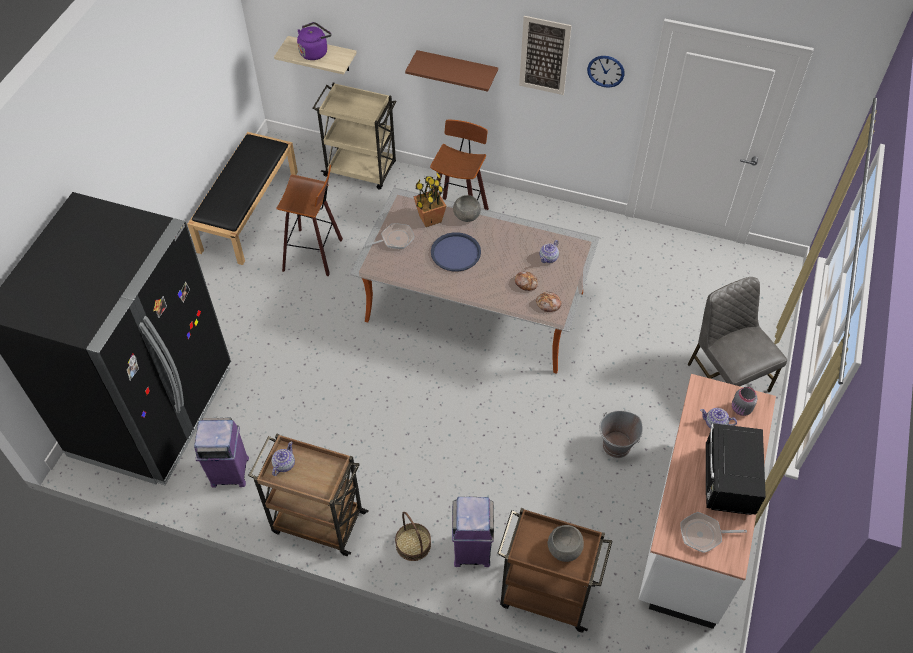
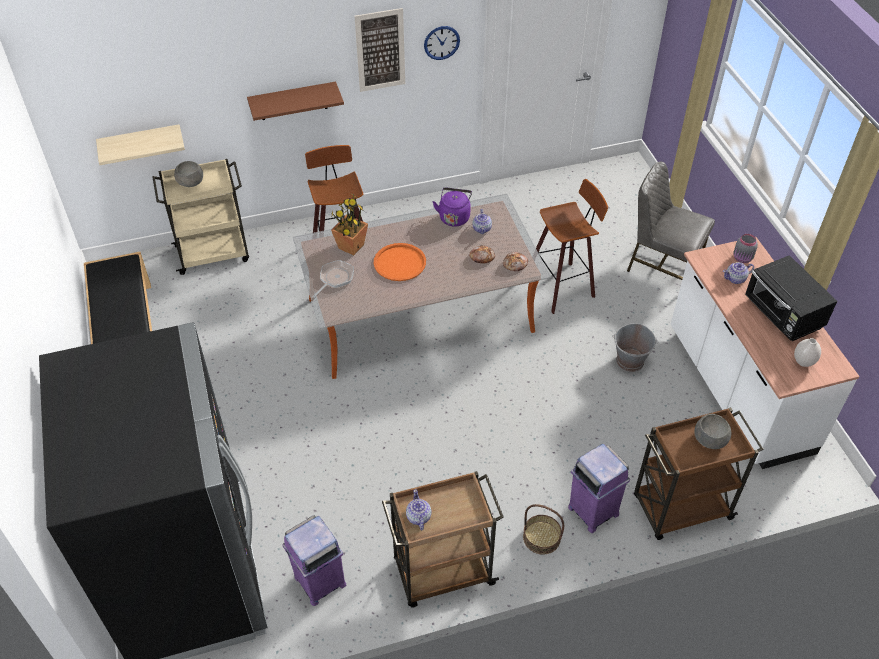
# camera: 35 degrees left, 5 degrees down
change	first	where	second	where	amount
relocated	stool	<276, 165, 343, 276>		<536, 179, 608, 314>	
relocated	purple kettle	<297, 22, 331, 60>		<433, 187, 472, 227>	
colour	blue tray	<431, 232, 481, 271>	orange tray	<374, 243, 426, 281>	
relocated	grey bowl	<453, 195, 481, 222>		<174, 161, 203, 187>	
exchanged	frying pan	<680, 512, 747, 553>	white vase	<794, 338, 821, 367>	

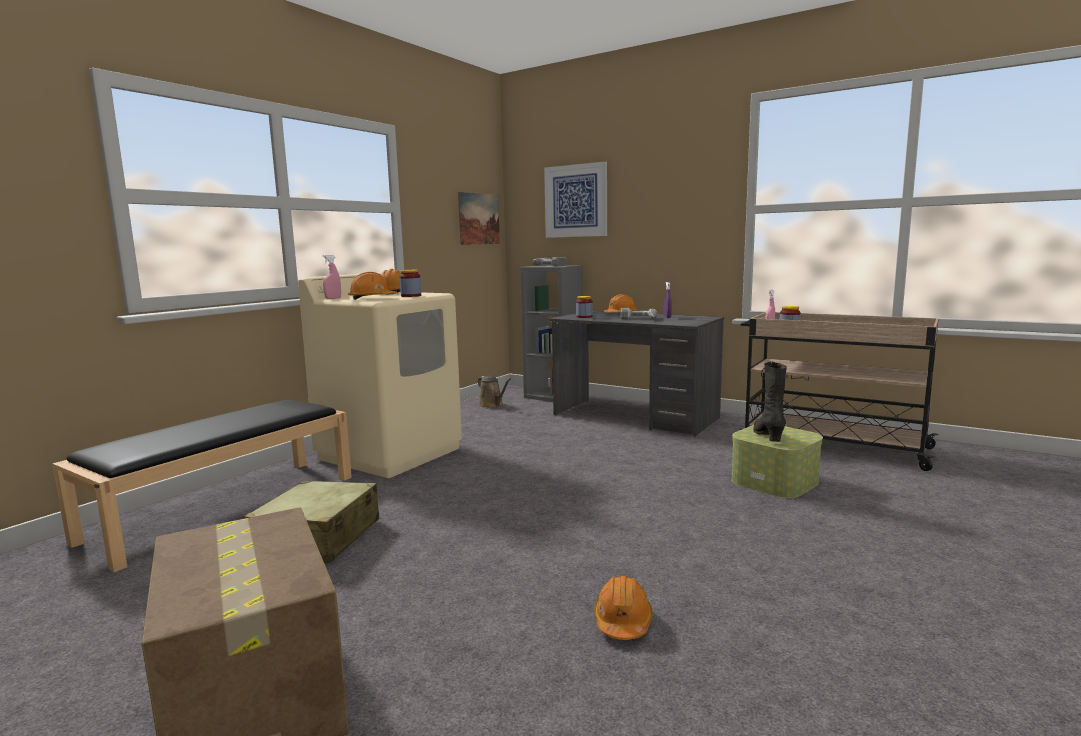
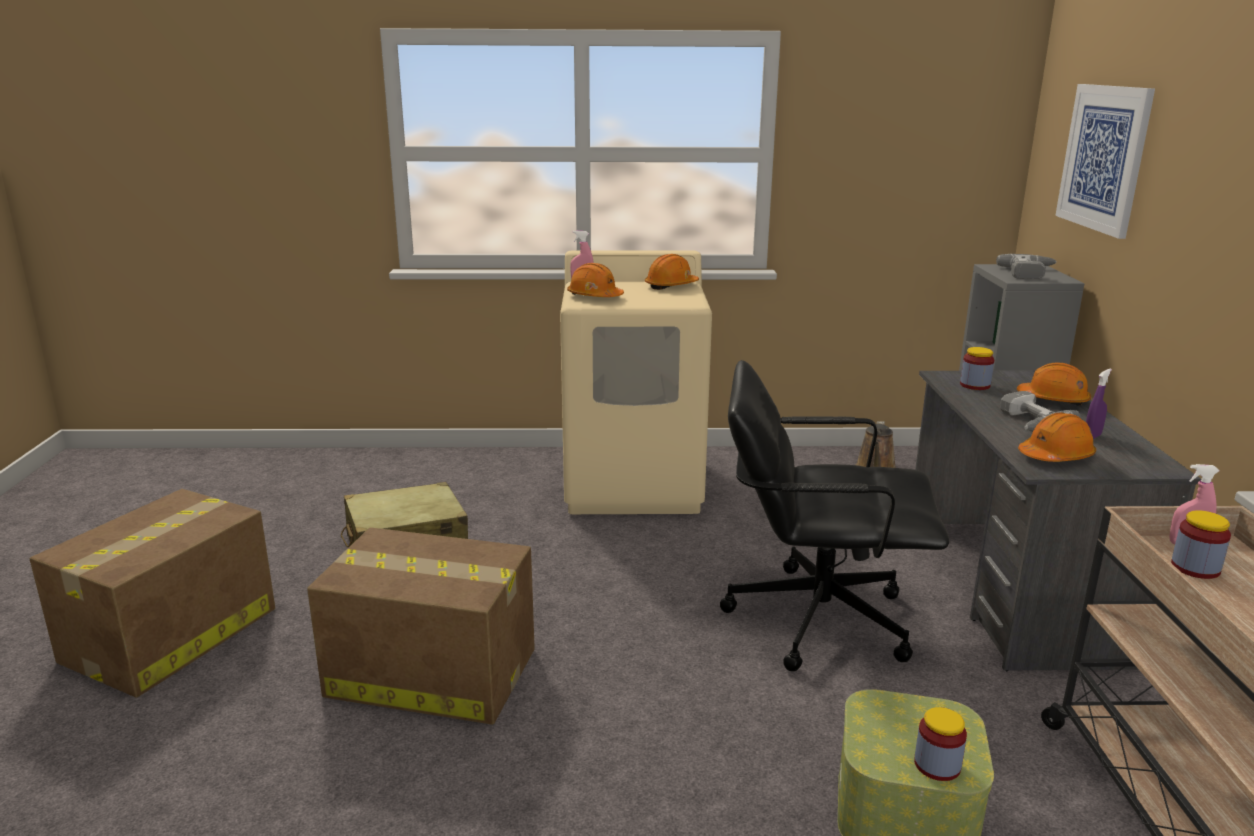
# camera: 55 degrees right, 10 degrees up
change	first	where	second	where	amount
missing	black bench	<52, 400, 352, 572>			
relocated	jar	<400, 270, 421, 297>		<914, 707, 967, 781>	
missing	picture	<458, 192, 500, 245>			
relocated	orange hard hat	<594, 575, 653, 640>		<1018, 413, 1096, 462>	
missing	black boot	<753, 361, 787, 442>			
appeared			cardboard box	<307, 527, 535, 725>	
appeared			black office chair	<720, 360, 949, 671>	

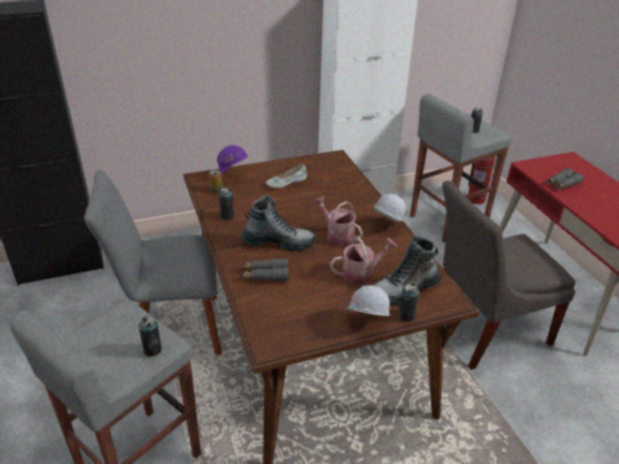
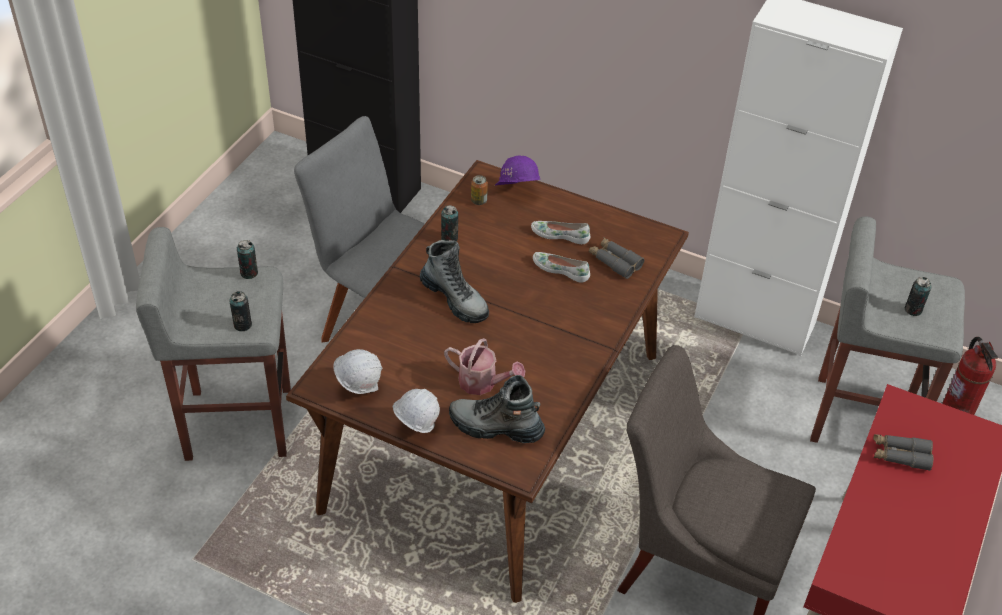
# camera: 45 degrees right, 10 degrees up
change	first	where	second	where	amount
relocated	grey binoculars	<243, 258, 288, 281>		<589, 237, 644, 279>	
missing	watering can	<314, 196, 363, 246>			
relocated	white hard hat	<373, 193, 406, 222>		<333, 349, 382, 394>	
relocated	can	<398, 284, 419, 322>		<237, 240, 258, 279>	
appeared			white shoe	<533, 252, 590, 283>	

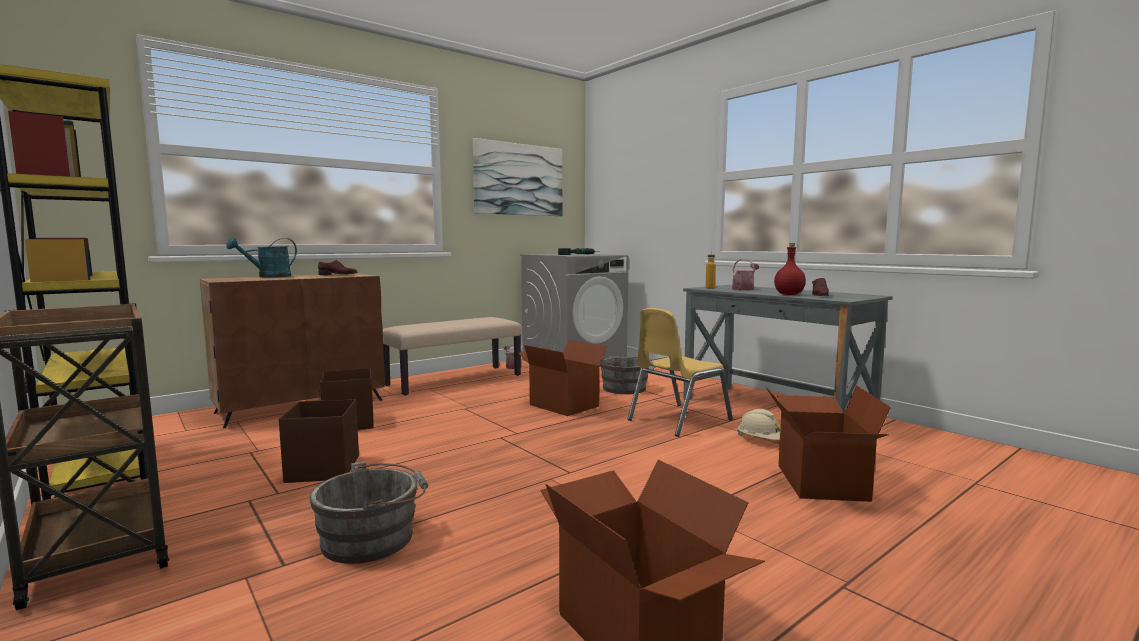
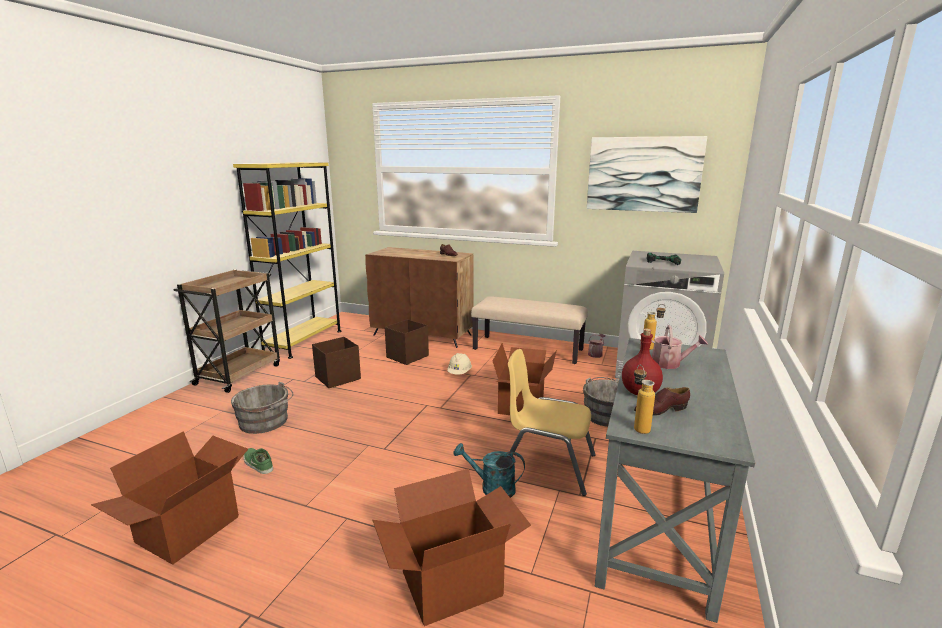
# camera: 60 degrees right, 10 degrees up
change	first	where	second	where	amount
relocated	turquoise watering can	<226, 237, 297, 277>		<453, 443, 525, 498>	
relocated	beige hard hat	<737, 409, 780, 440>		<447, 353, 472, 375>	
appeared			green shoe	<243, 448, 273, 474>	
appeared			bottle	<634, 365, 655, 434>	

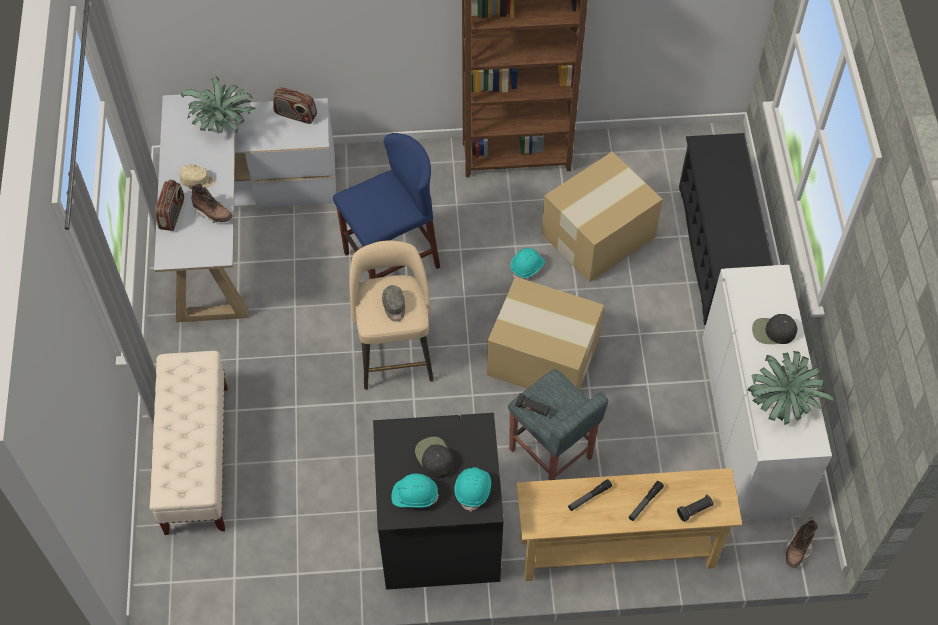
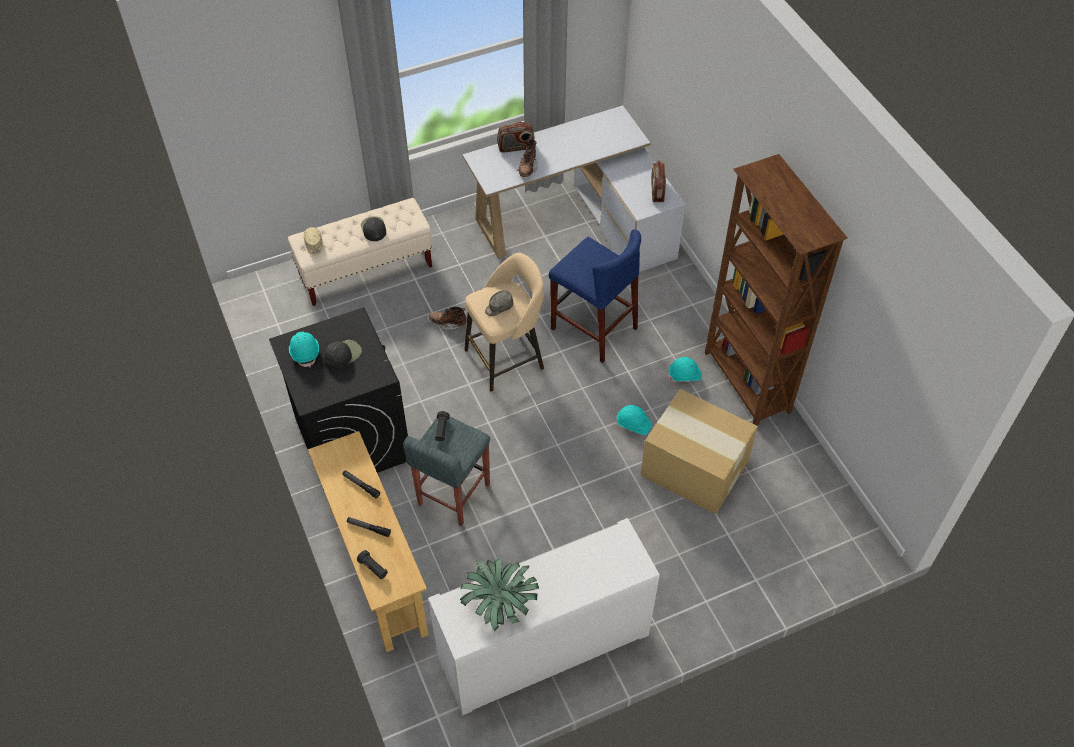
# camera: 70 degrees right, 5 degrees down
change	first	where	second	where	amount
missing	potted plant	<180, 77, 255, 133>			
relocated	beige cap	<180, 164, 215, 188>		<304, 227, 323, 256>	
relocated	turquoise hard hat	<455, 467, 491, 512>		<668, 357, 702, 382>	
missing	cardboard box	<487, 277, 604, 390>			
missing	black shoe rack	<679, 133, 773, 325>			
relocated	black cap	<752, 314, 798, 344>		<361, 216, 386, 241>	
relocated	brown boot	<784, 517, 818, 568>		<429, 307, 467, 330>	

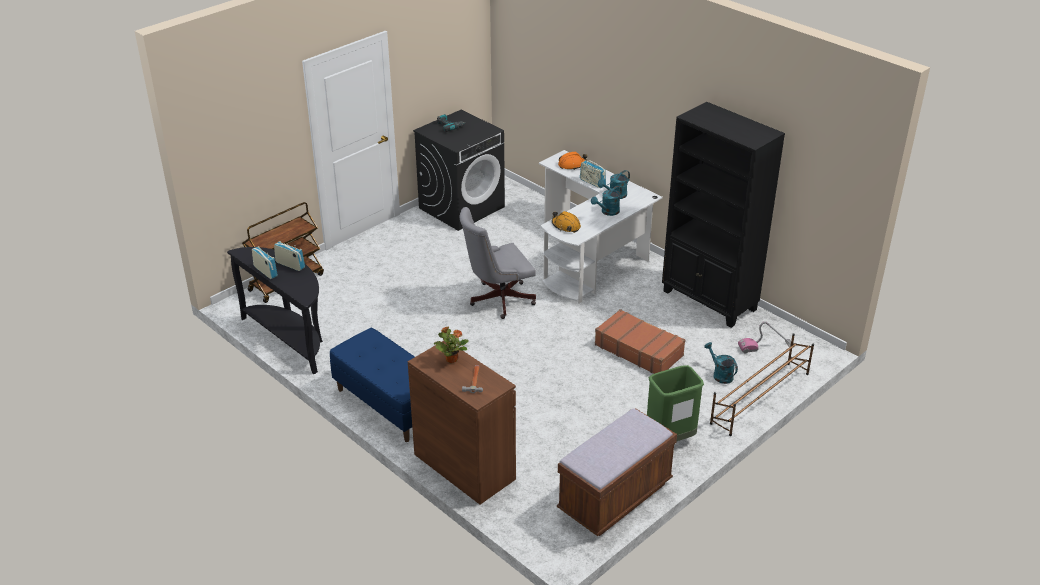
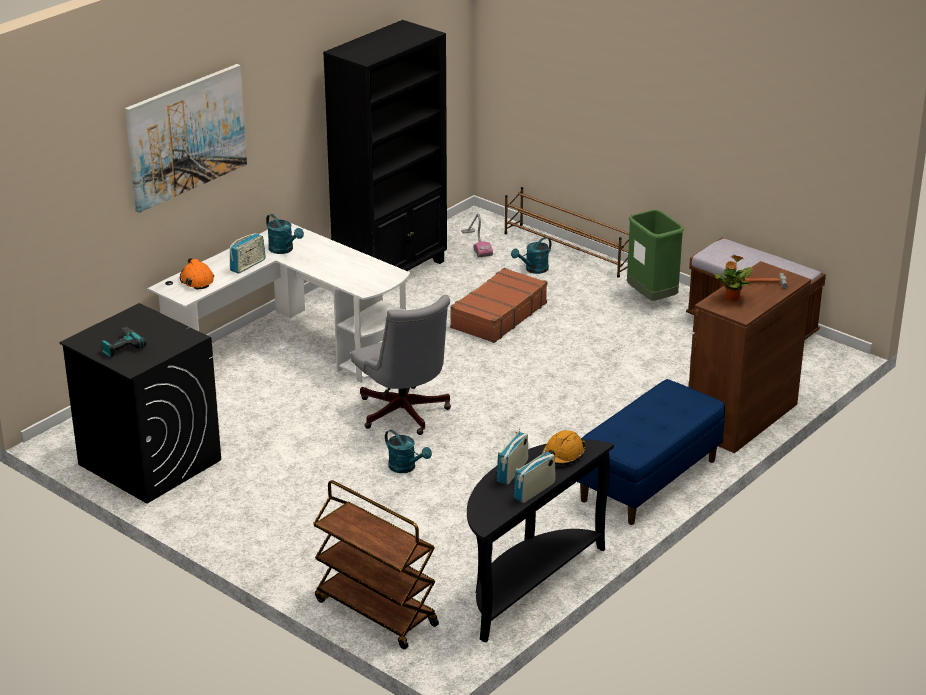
# camera: 95 degrees left, 5 degrees down
change	first	where	second	where	amount
relocated	orange hard hat	<552, 211, 581, 233>		<541, 430, 586, 465>	
relocated	turquoise watering can	<591, 186, 622, 216>		<385, 430, 432, 473>	
appeared			picture	<125, 64, 247, 213>	

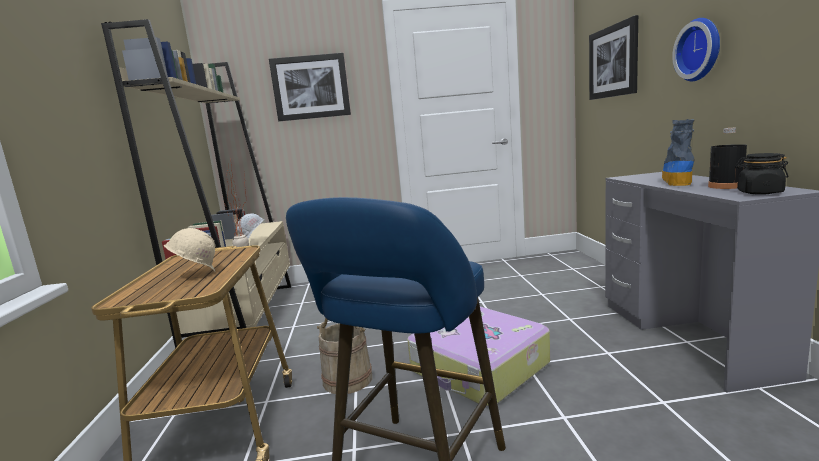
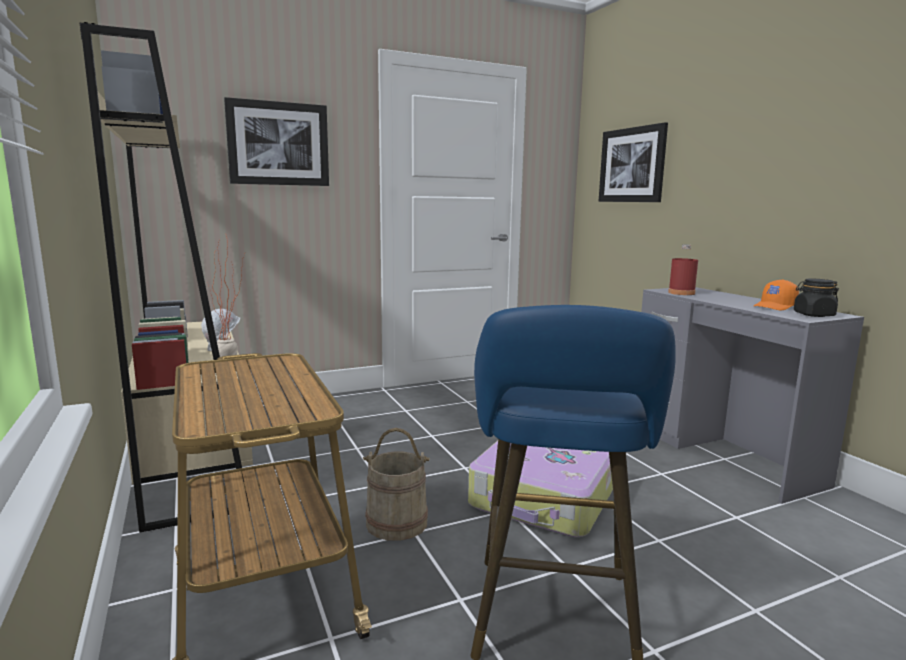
# camera: 20 degrees left, 0 degrees up
change	first	where	second	where	amount
missing	beige hard hat	<164, 228, 215, 271>			
missing	boot	<662, 119, 695, 186>			
missing	wall clock	<672, 18, 720, 82>			
exchanged	black bottle	<708, 128, 747, 189>	orange cap	<754, 279, 799, 310>	
appeared			red bottle	<668, 245, 698, 295>	

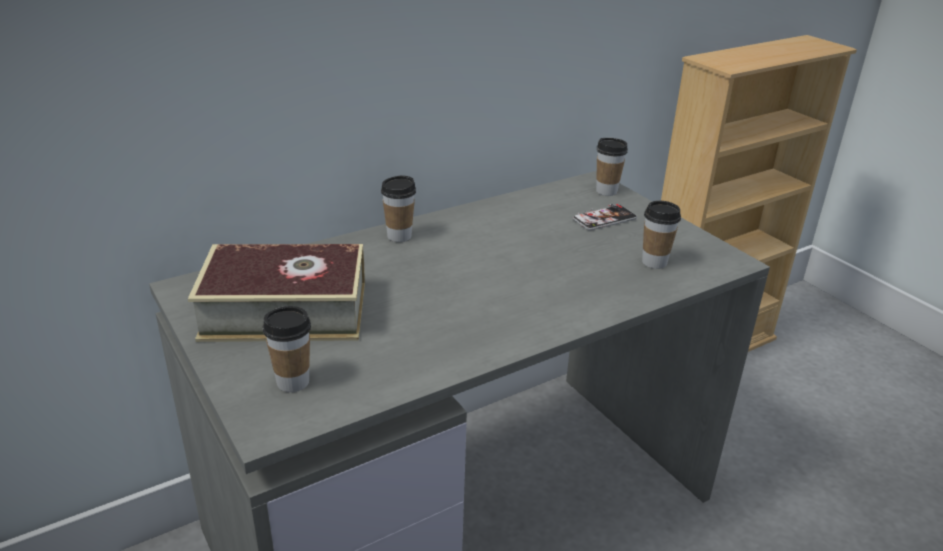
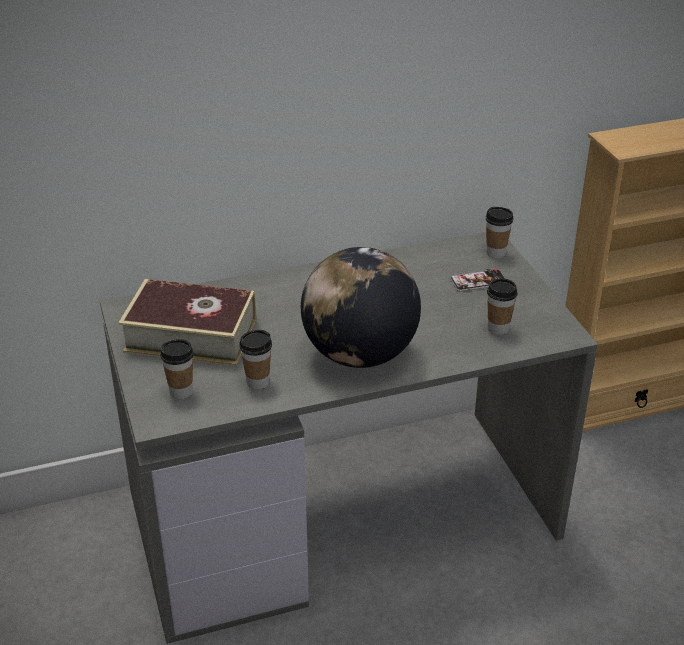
# camera: 15 degrees right, 5 degrees up
change	first	where	second	where	amount
relocated	cup	<381, 176, 416, 242>		<239, 330, 272, 390>	
appeared			globe	<301, 247, 421, 368>	

